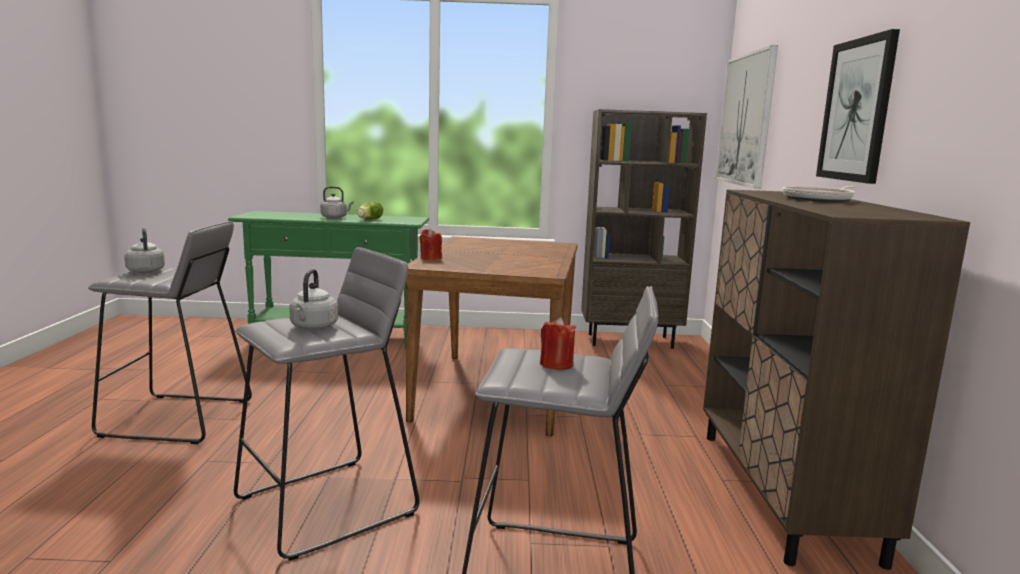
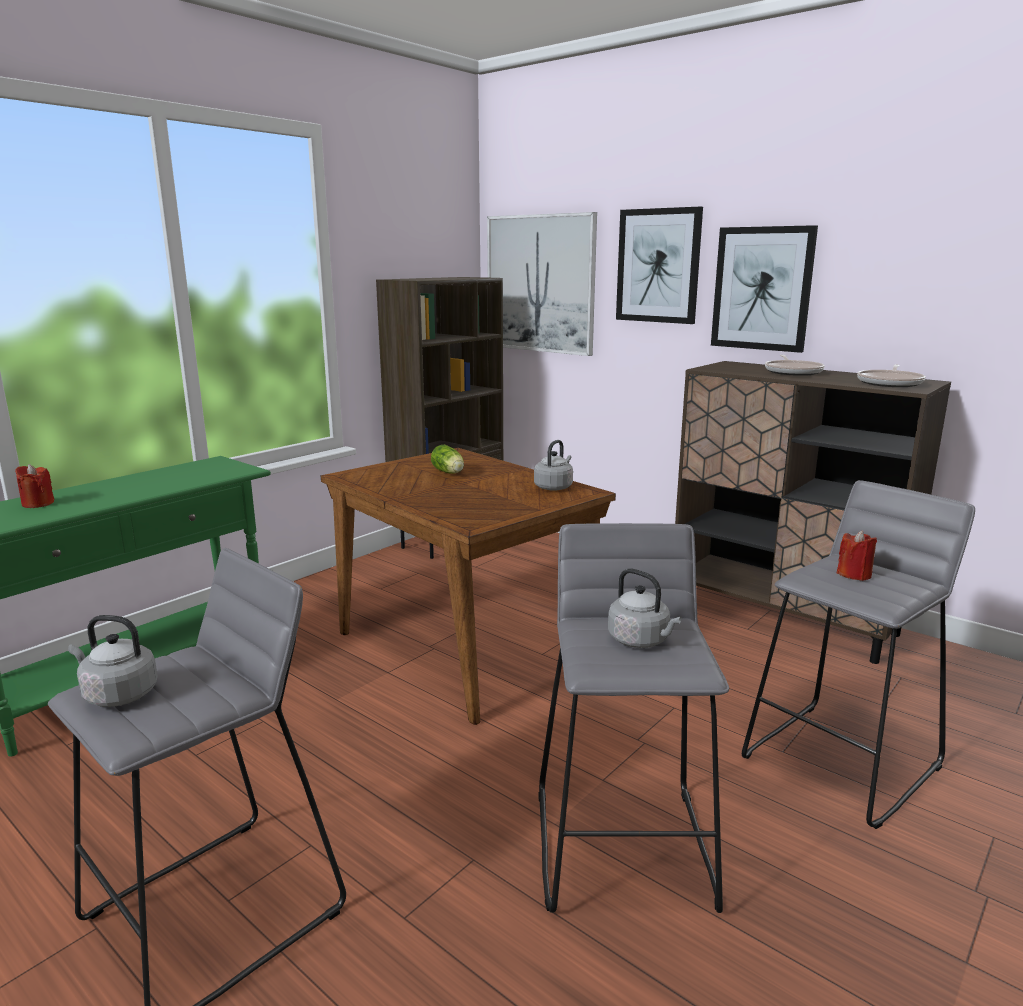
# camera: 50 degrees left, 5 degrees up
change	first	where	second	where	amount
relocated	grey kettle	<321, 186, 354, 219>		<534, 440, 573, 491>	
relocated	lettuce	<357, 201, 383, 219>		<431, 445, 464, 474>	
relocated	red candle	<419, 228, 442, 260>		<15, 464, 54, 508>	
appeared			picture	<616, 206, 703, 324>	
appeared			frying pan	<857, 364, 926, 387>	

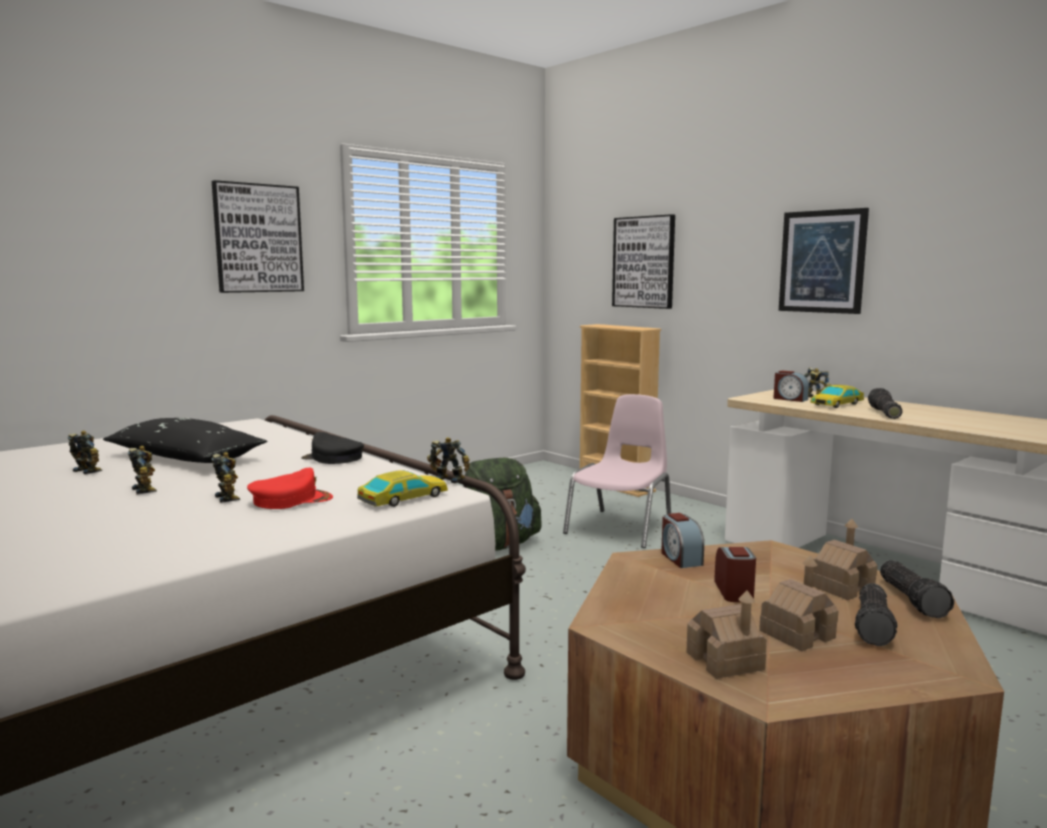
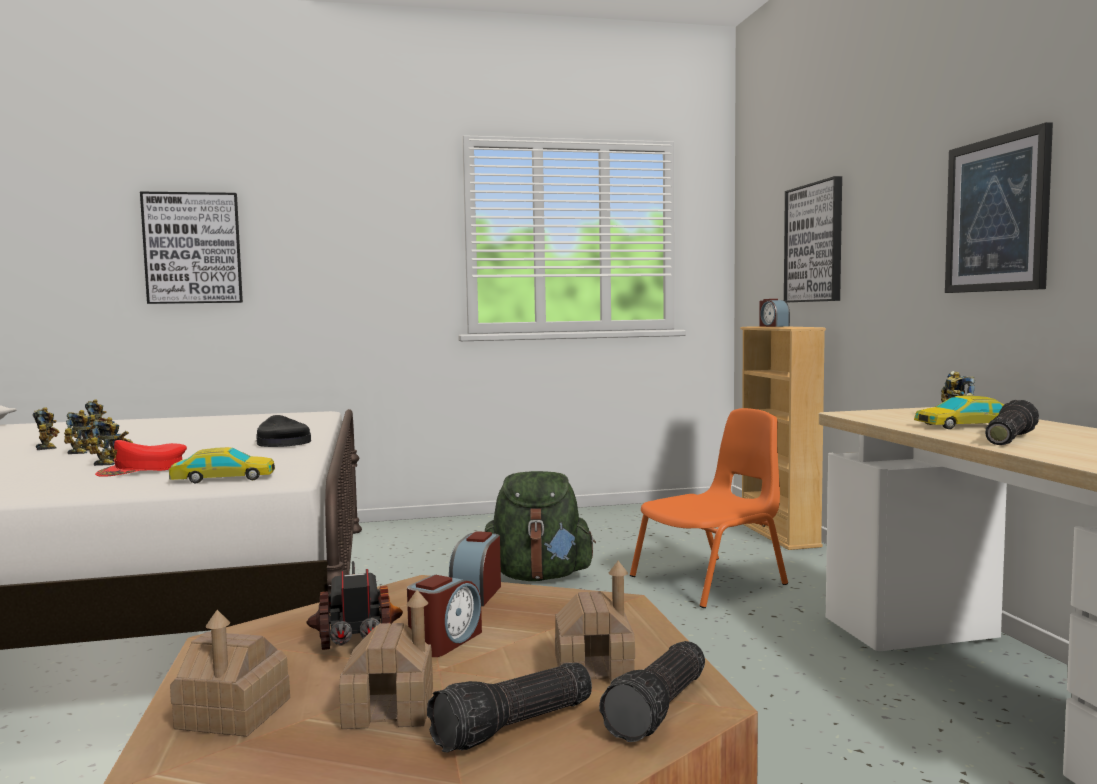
# camera: 30 degrees right, 5 degrees down
change	first	where	second	where	amount
missing	black pillow	<103, 418, 268, 463>			
relocated	picture	<212, 180, 304, 293>		<140, 192, 243, 304>	
spun	red cap	<247, 467, 333, 509>		<95, 440, 187, 477>	135 degrees clockwise
relocated	toy robot	<427, 437, 470, 483>		<33, 407, 59, 450>	
colour	pink chair	<563, 394, 671, 548>	orange chair	<630, 408, 788, 608>	
relocated	alarm clock	<774, 370, 809, 402>		<759, 299, 790, 327>	
appeared			toy truck	<306, 561, 403, 650>	

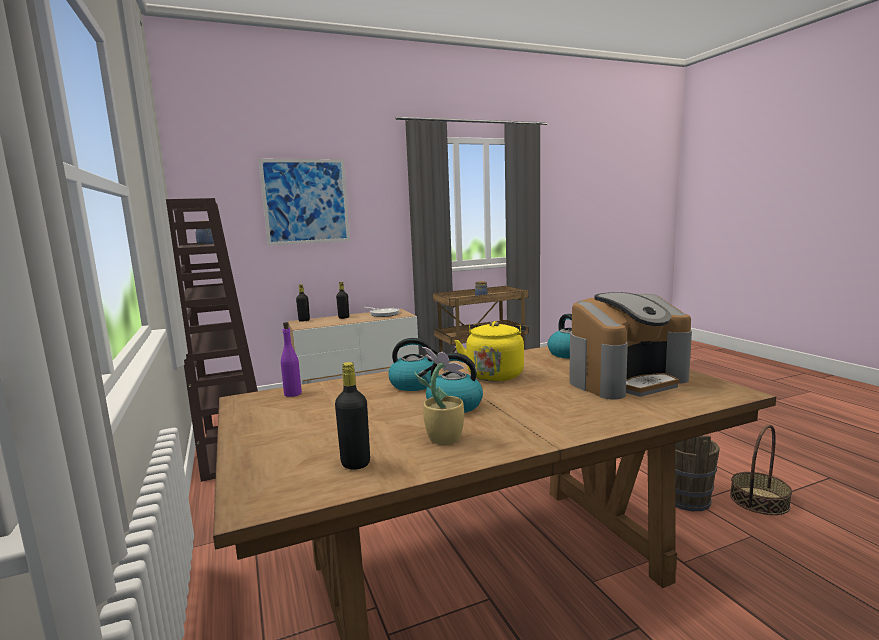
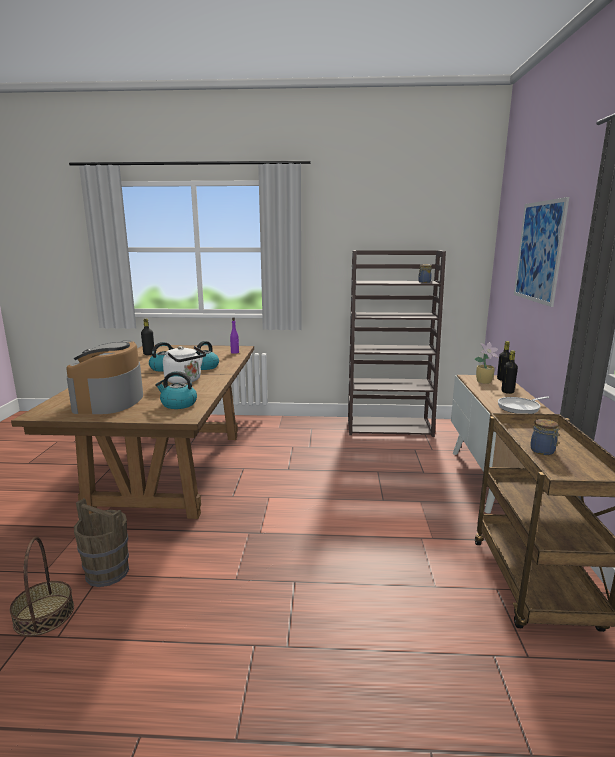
# camera: 115 degrees right, 5 degrees up
change	first	where	second	where	amount
relocated	potted plant	<414, 347, 464, 445>		<474, 342, 498, 384>	
colour	yellow kettle	<454, 321, 526, 381>	white kettle	<163, 346, 206, 384>	

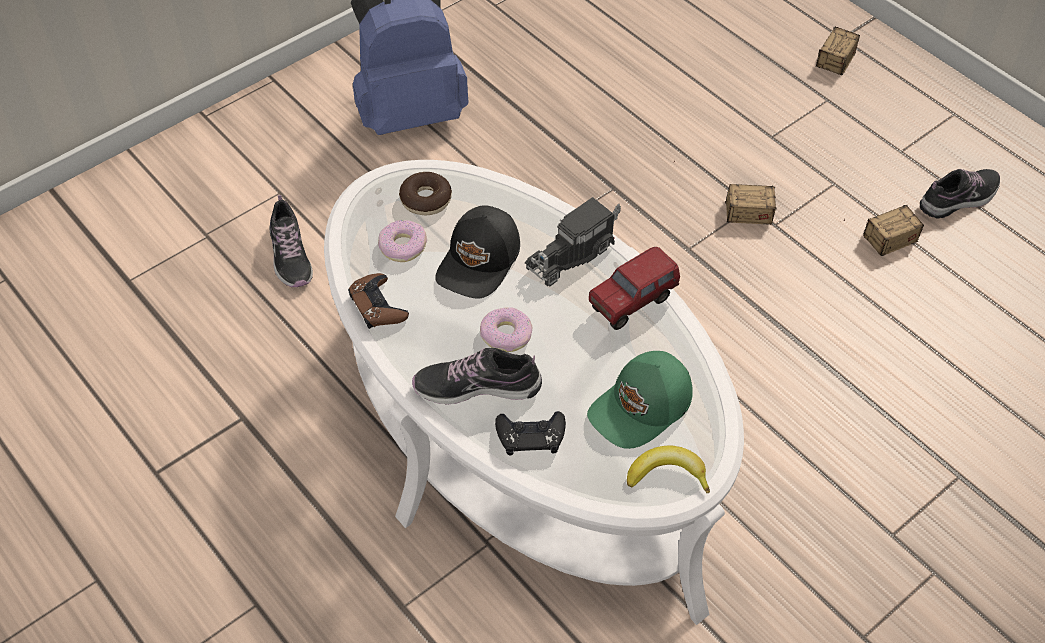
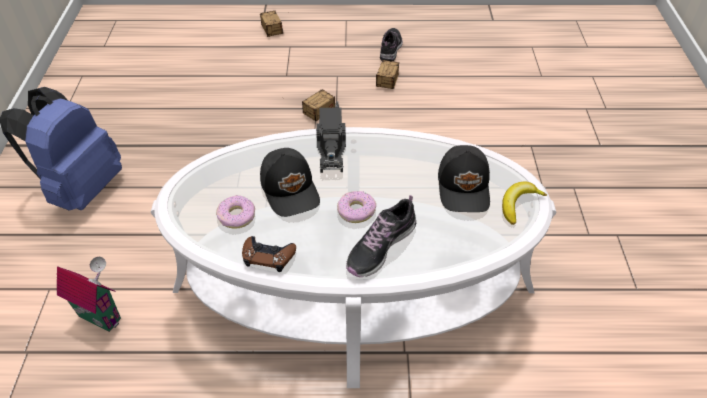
# camera: 50 degrees left, 5 degrees down
change	first	where	second	where	amount
exchanged	shoe	<269, 195, 313, 287>	toy house	<57, 257, 121, 332>	
missing	donut	<399, 172, 452, 215>			
missing	black game controller	<495, 411, 566, 455>			
colour	green cap	<587, 351, 693, 449>	black cap	<438, 145, 490, 212>	
missing	toy truck	<589, 247, 680, 330>			

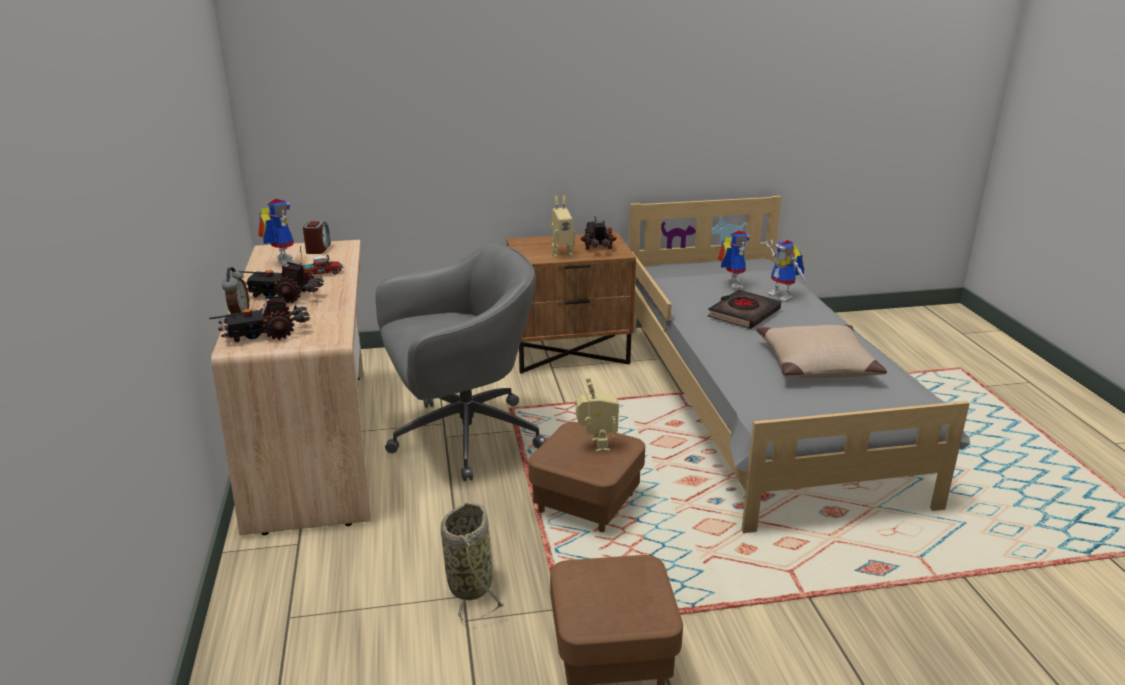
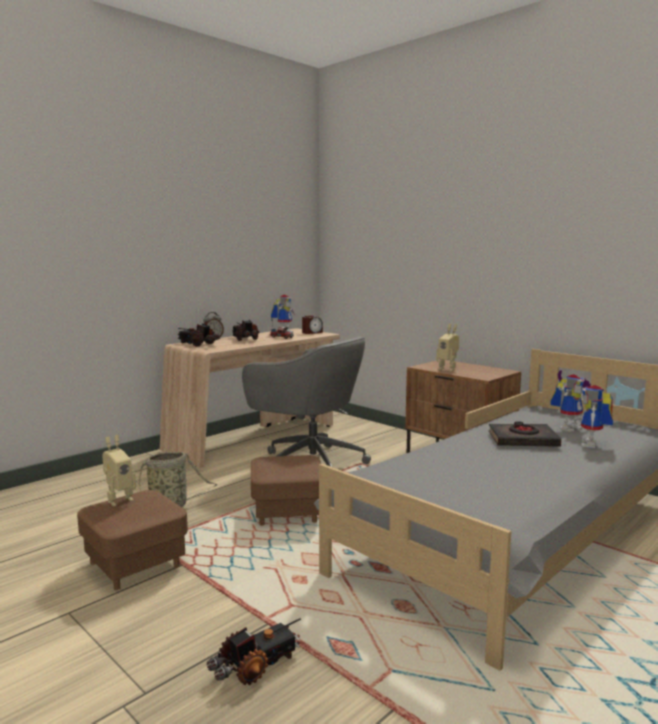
# camera: 55 degrees right, 15 degrees down
change	first	where	second	where	amount
relocated	toy robot	<576, 377, 619, 453>		<102, 435, 136, 507>	
relocated	toy truck	<581, 216, 617, 250>		<207, 618, 301, 685>	
missing	beige pillow	<756, 325, 887, 378>			

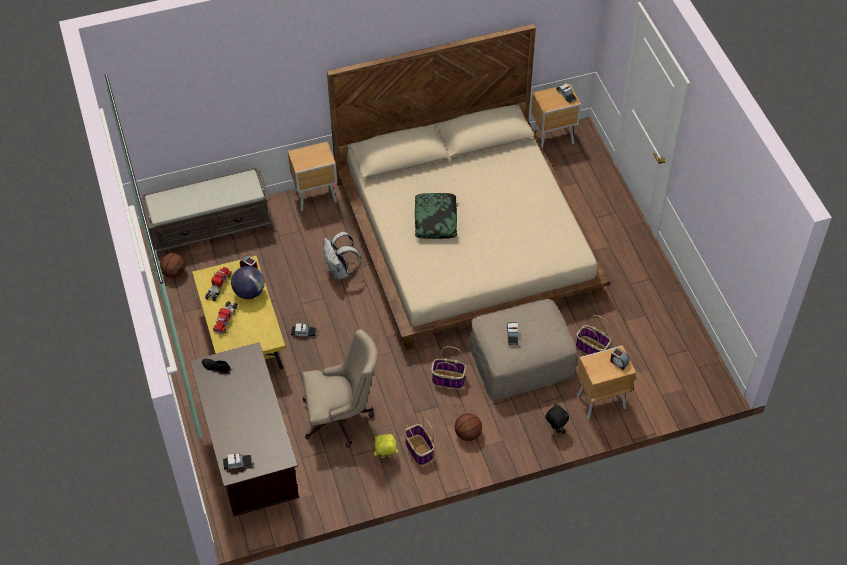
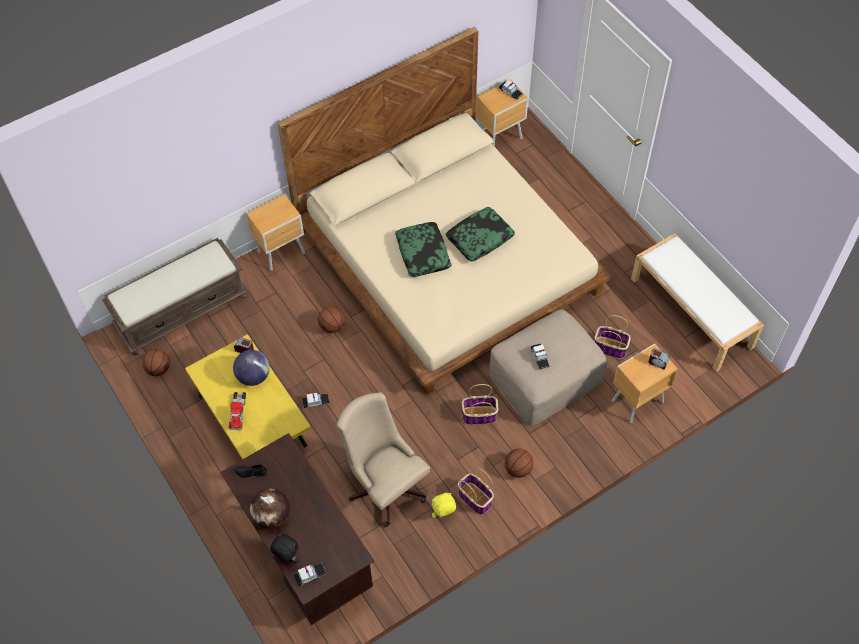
# camera: 15 degrees left, 5 degrees up
change	first	where	second	where	amount
missing	toy truck	<205, 267, 232, 302>			
spun	beige office chair	<302, 329, 378, 448>		<336, 392, 430, 527>	105 degrees counterclockwise
exchanged	white backpack	<323, 232, 362, 280>	basketball	<318, 306, 345, 333>	
relocated	black plush toy	<545, 404, 569, 434>		<270, 533, 299, 563>	
appeared			globe	<250, 488, 290, 528>	
appeared			pillow	<445, 207, 515, 262>	
appeared			white bench	<631, 233, 764, 372>	

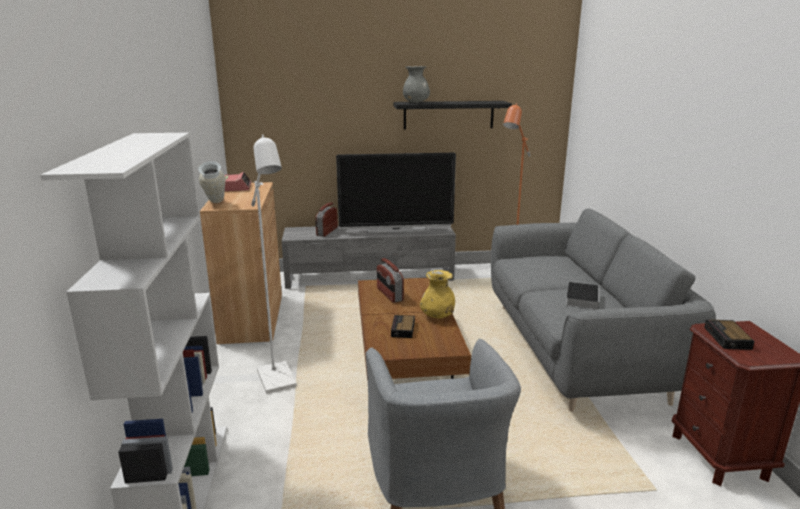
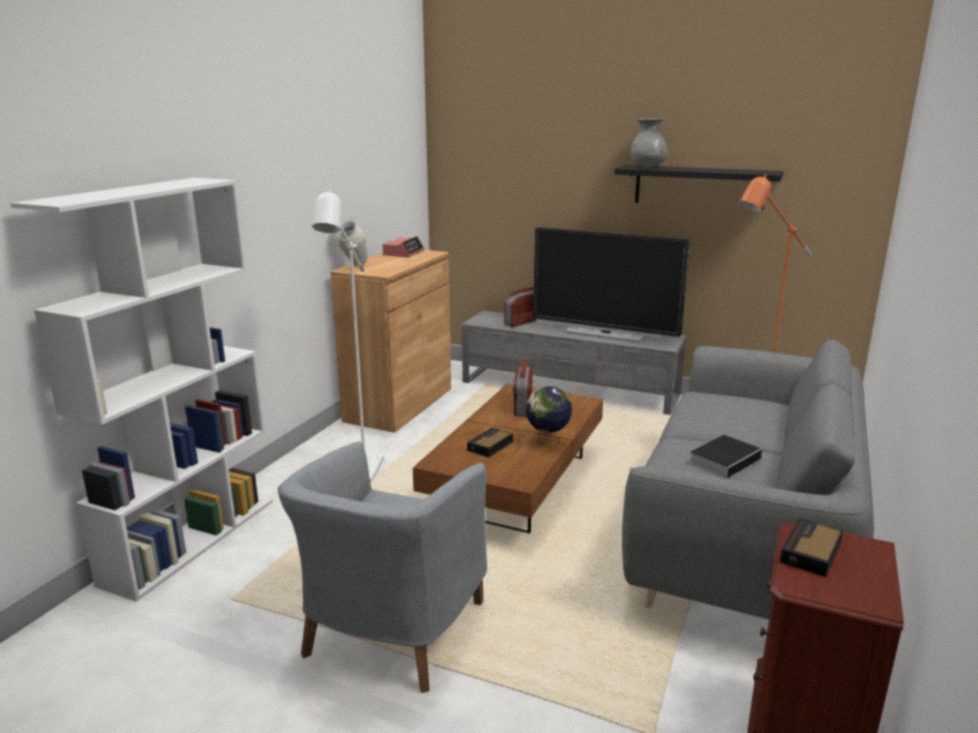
# camera: 30 degrees right, 0 degrees up
change	first	where	second	where	amount
exchanged	yellow vase	<420, 270, 455, 318>	globe	<526, 386, 572, 447>	

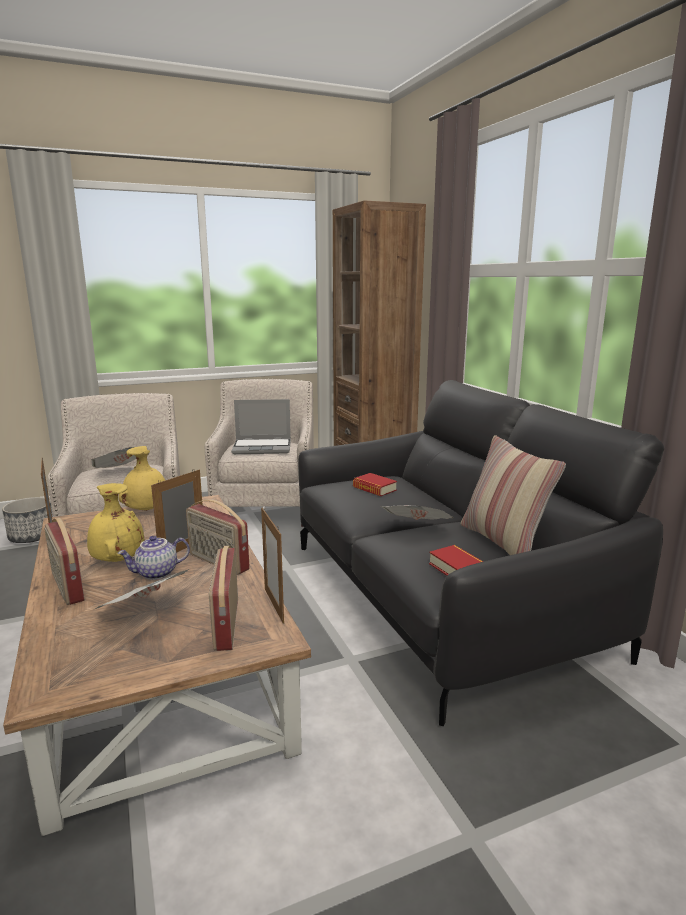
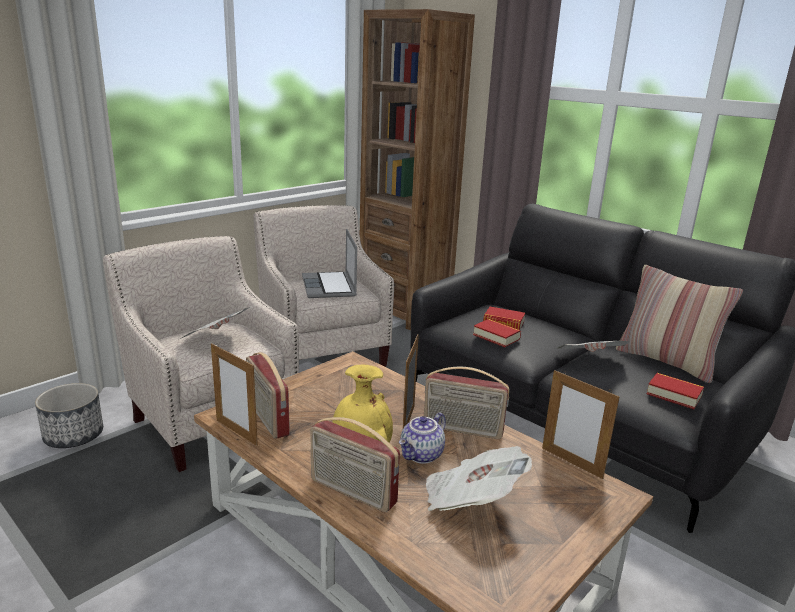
# camera: 25 degrees left, 5 degrees up
change	first	where	second	where	amount
missing	yellow vase	<118, 446, 165, 511>			
relocated	radio	<209, 546, 238, 651>		<246, 352, 290, 439>	
spun	laptop	<231, 399, 291, 454>		<302, 229, 357, 298>	105 degrees clockwise
appeared			book	<473, 319, 521, 347>	

